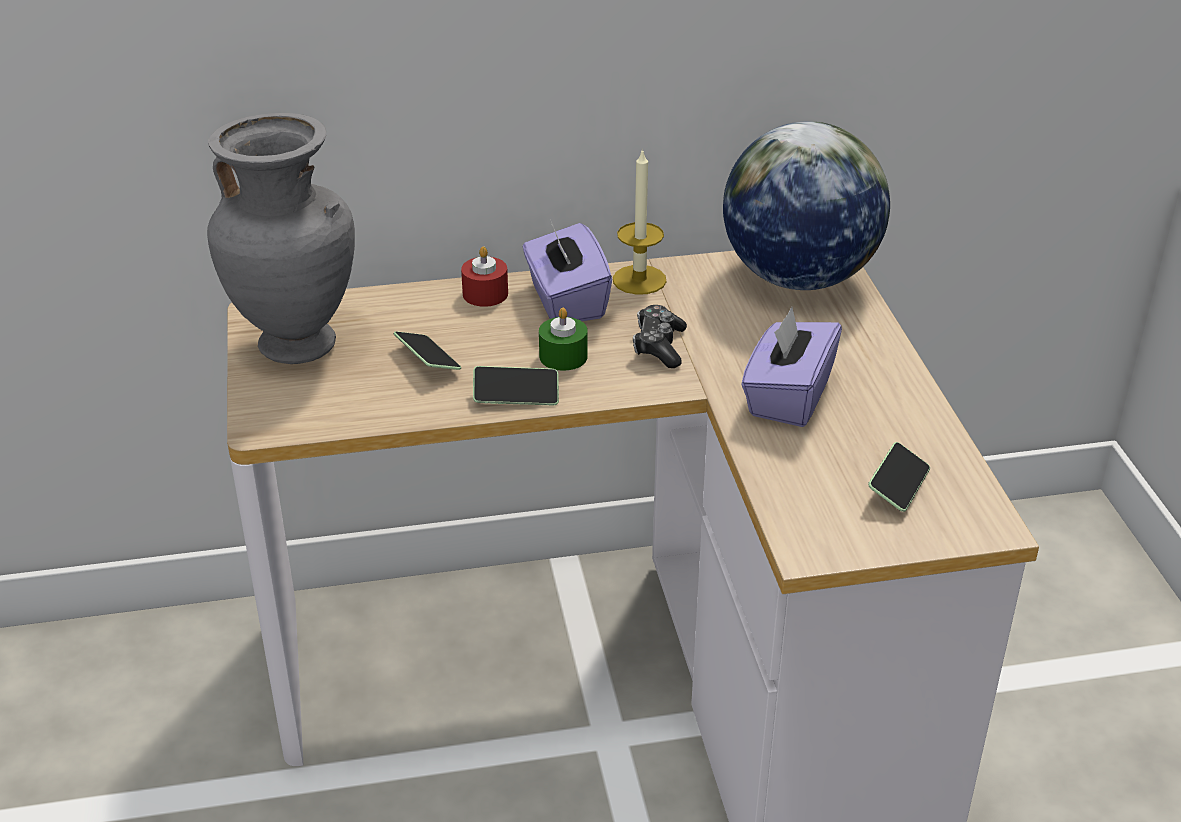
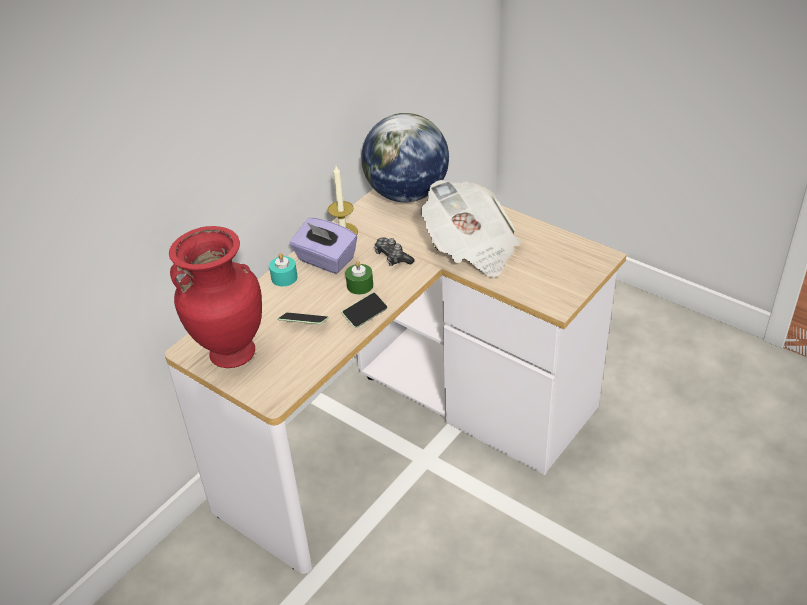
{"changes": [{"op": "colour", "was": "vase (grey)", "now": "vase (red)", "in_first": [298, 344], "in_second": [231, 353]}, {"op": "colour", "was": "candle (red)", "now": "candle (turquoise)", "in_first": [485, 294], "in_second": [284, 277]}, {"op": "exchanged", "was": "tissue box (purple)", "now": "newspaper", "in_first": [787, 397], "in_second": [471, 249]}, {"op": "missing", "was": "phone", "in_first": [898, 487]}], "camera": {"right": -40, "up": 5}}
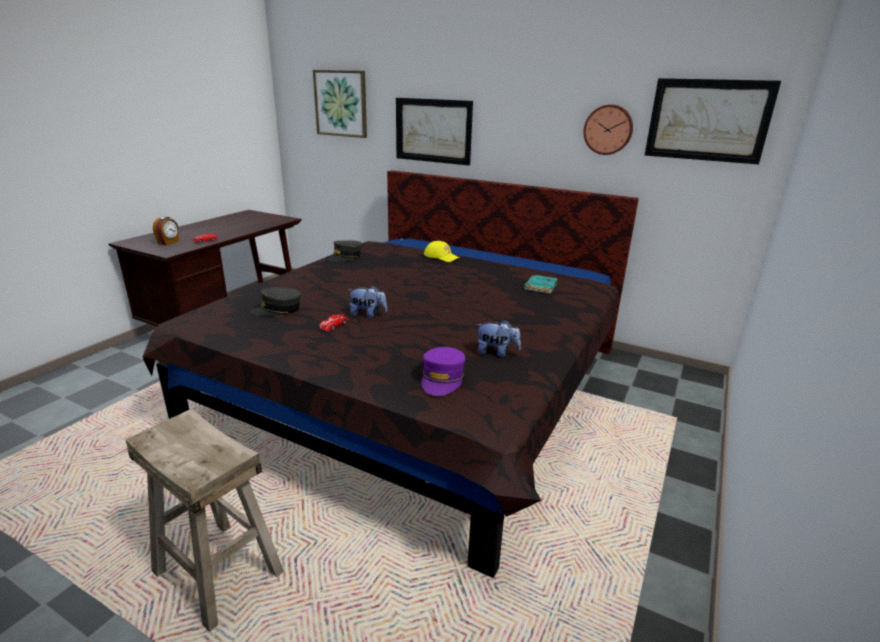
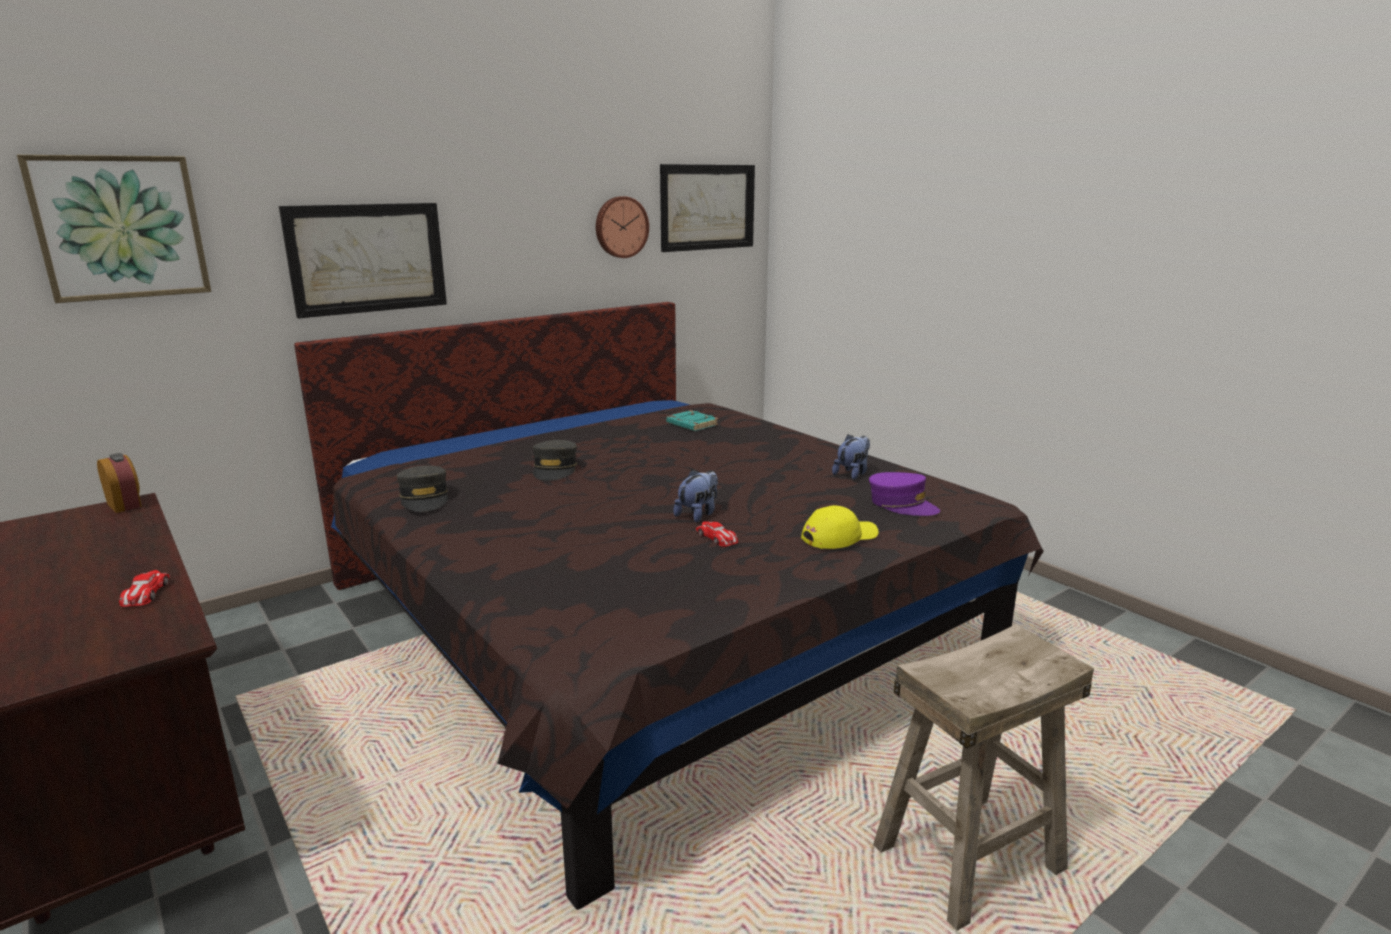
{"changes": [{"op": "relocated", "was": "alarm clock", "in_first": [168, 242], "in_second": [125, 505]}, {"op": "relocated", "was": "cap (grey)", "in_first": [278, 310], "in_second": [555, 470]}, {"op": "relocated", "was": "cap (yellow)", "in_first": [441, 256], "in_second": [839, 536]}], "camera": {"right": -65, "up": -5}}
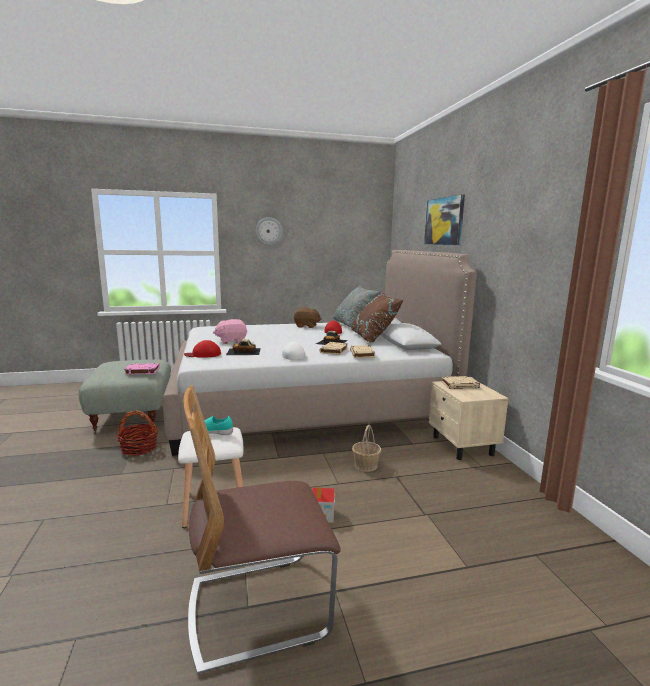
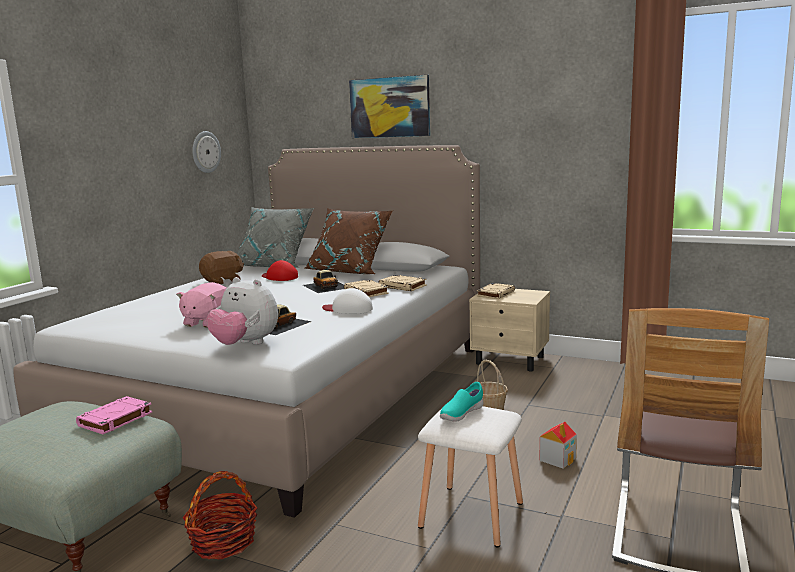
{"changes": [{"op": "relocated", "was": "wall clock", "in_first": [268, 231], "in_second": [205, 152]}, {"op": "exchanged", "was": "cap (red)", "now": "plush toy", "in_first": [203, 354], "in_second": [245, 345]}], "camera": {"right": -50, "up": 0}}
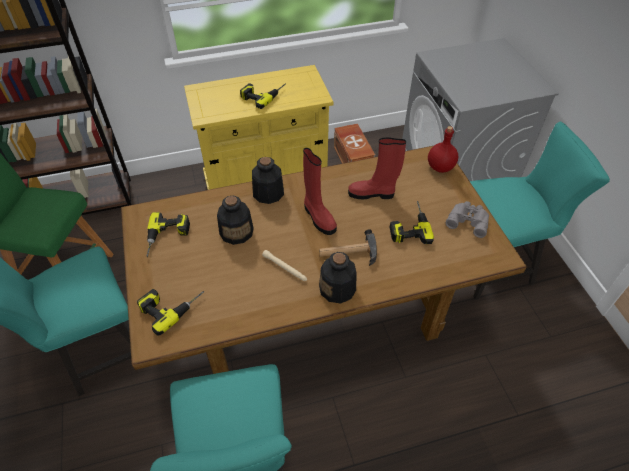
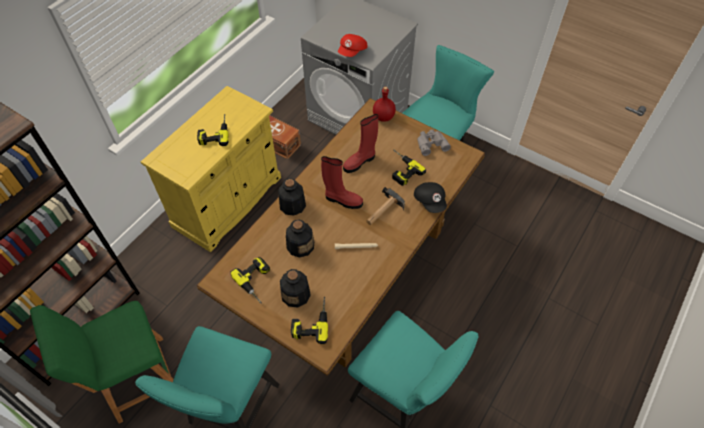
{"changes": [{"op": "relocated", "was": "bottle", "in_first": [338, 288], "in_second": [296, 294]}, {"op": "appeared", "now": "cap (red)", "in_second": [352, 52]}, {"op": "appeared", "now": "cap (black)", "in_second": [430, 201]}], "camera": {"right": -40, "up": 5}}
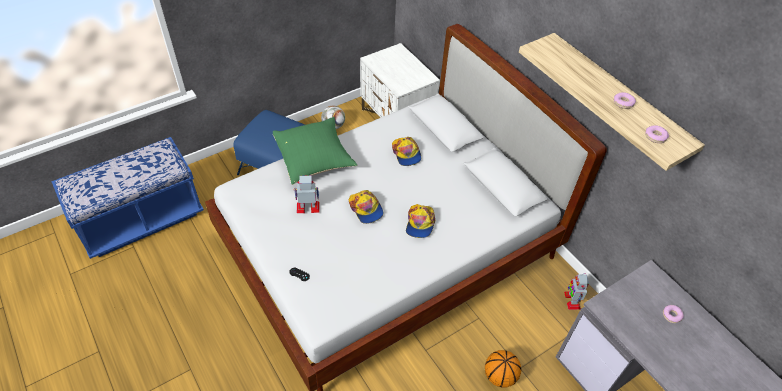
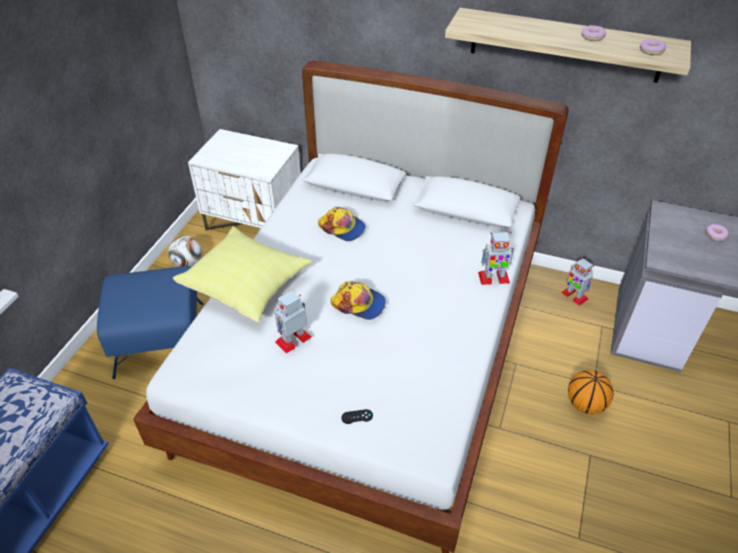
{"changes": [{"op": "colour", "was": "pillow (green)", "now": "pillow (yellow)", "in_first": [315, 160], "in_second": [247, 286]}, {"op": "appeared", "now": "toy robot", "in_second": [493, 278]}, {"op": "missing", "was": "cap", "in_first": [420, 223]}], "camera": {"right": -35, "up": -5}}
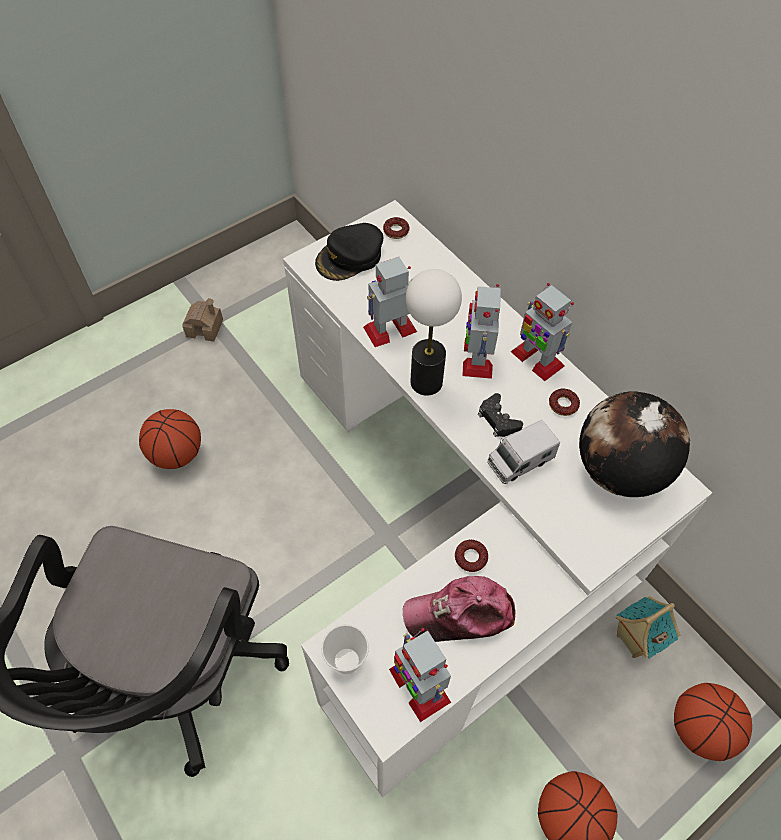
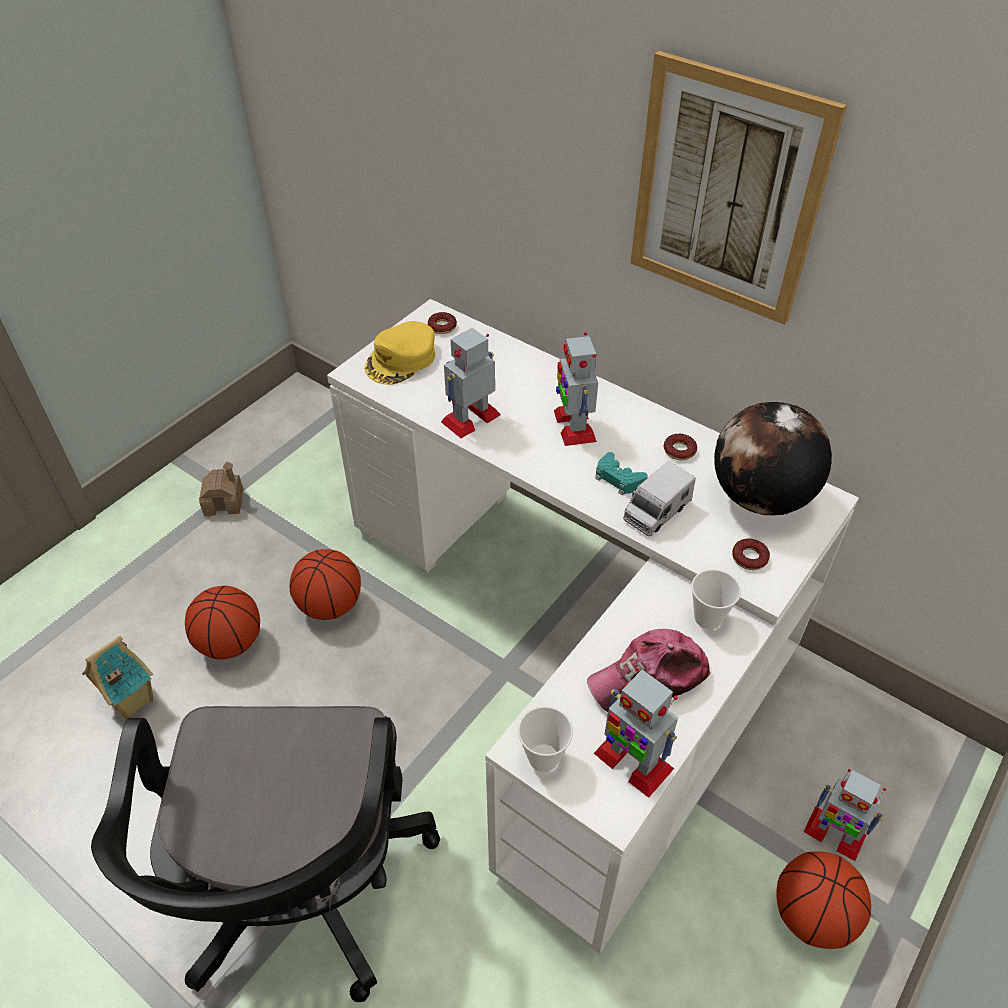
{"changes": [{"op": "relocated", "was": "toy house", "in_first": [634, 640], "in_second": [130, 700]}, {"op": "relocated", "was": "basketball", "in_first": [699, 728], "in_second": [330, 605]}, {"op": "colour", "was": "cap (black)", "now": "cap (yellow)", "in_first": [350, 257], "in_second": [401, 360]}, {"op": "colour", "was": "game controller (black)", "now": "game controller (turquoise)", "in_first": [498, 419], "in_second": [618, 478]}, {"op": "appeared", "now": "picture", "in_second": [726, 192]}, {"op": "appeared", "now": "cup", "in_second": [708, 618]}, {"op": "relocated", "was": "donut", "in_first": [471, 557], "in_second": [749, 557]}, {"op": "relocated", "was": "toy robot", "in_first": [536, 358], "in_second": [833, 833]}, {"op": "missing", "was": "table lamp", "in_first": [425, 382]}], "camera": {"right": -15, "up": -10}}
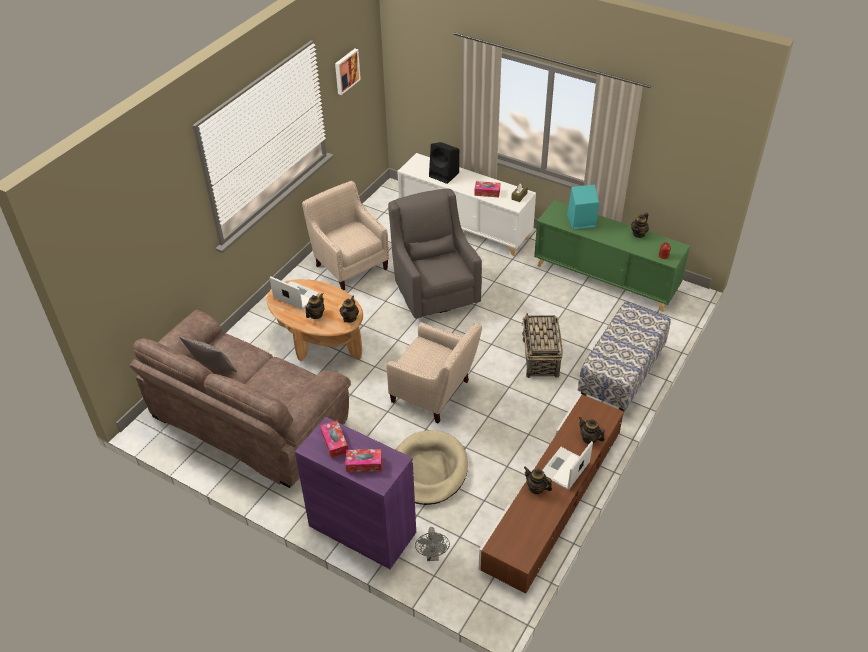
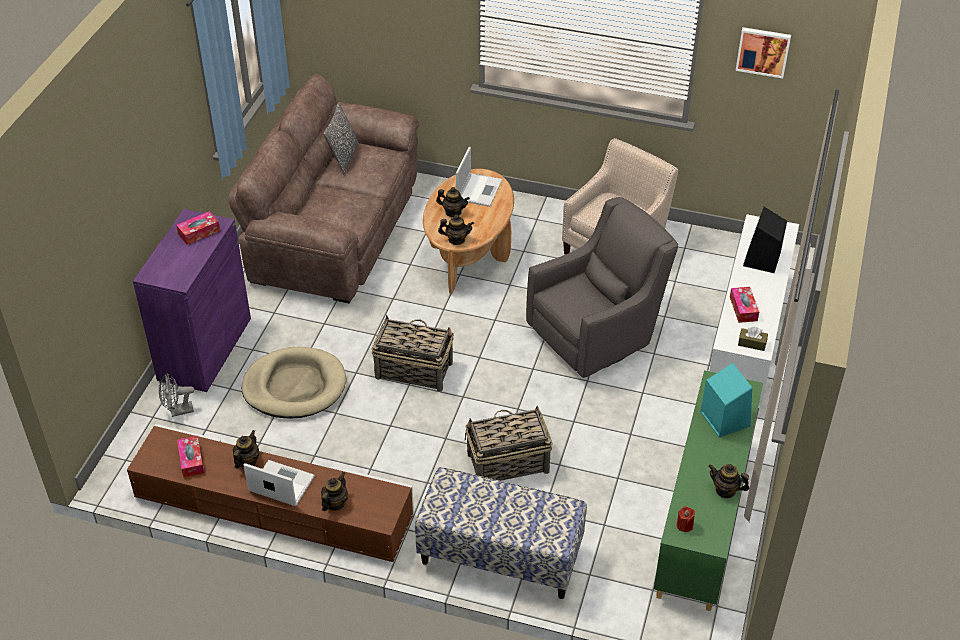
{"changes": [{"op": "relocated", "was": "tissue box", "in_first": [364, 464], "in_second": [191, 460]}, {"op": "exchanged", "was": "armchair (beige)", "now": "basket", "in_first": [434, 394], "in_second": [413, 370]}], "camera": {"right": 75, "up": 0}}
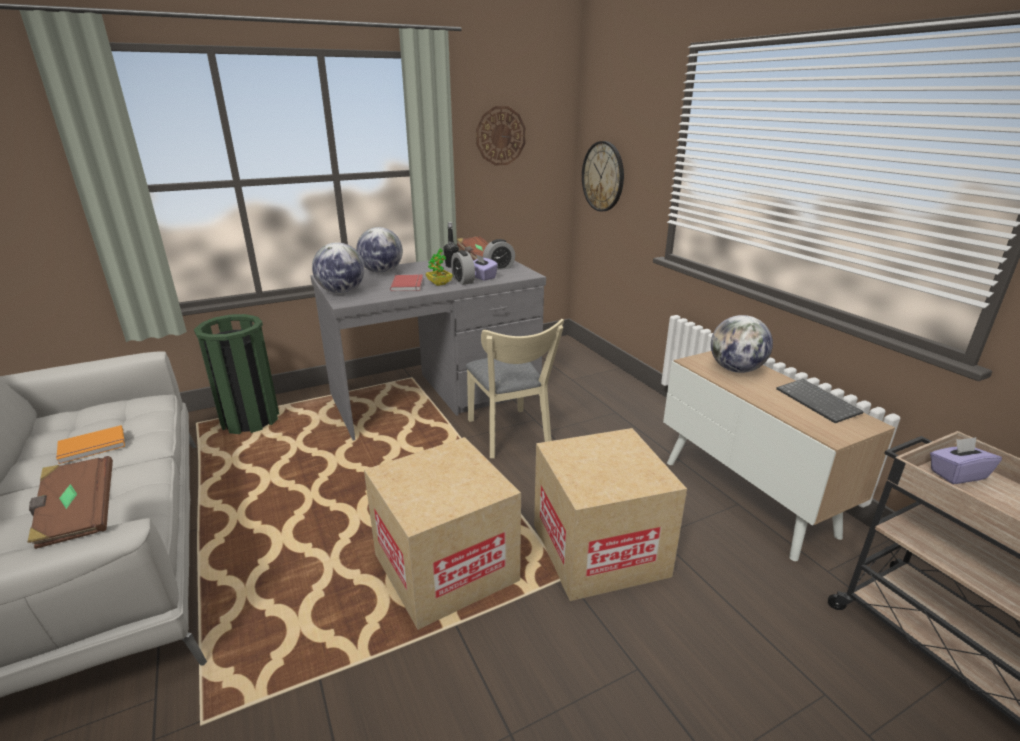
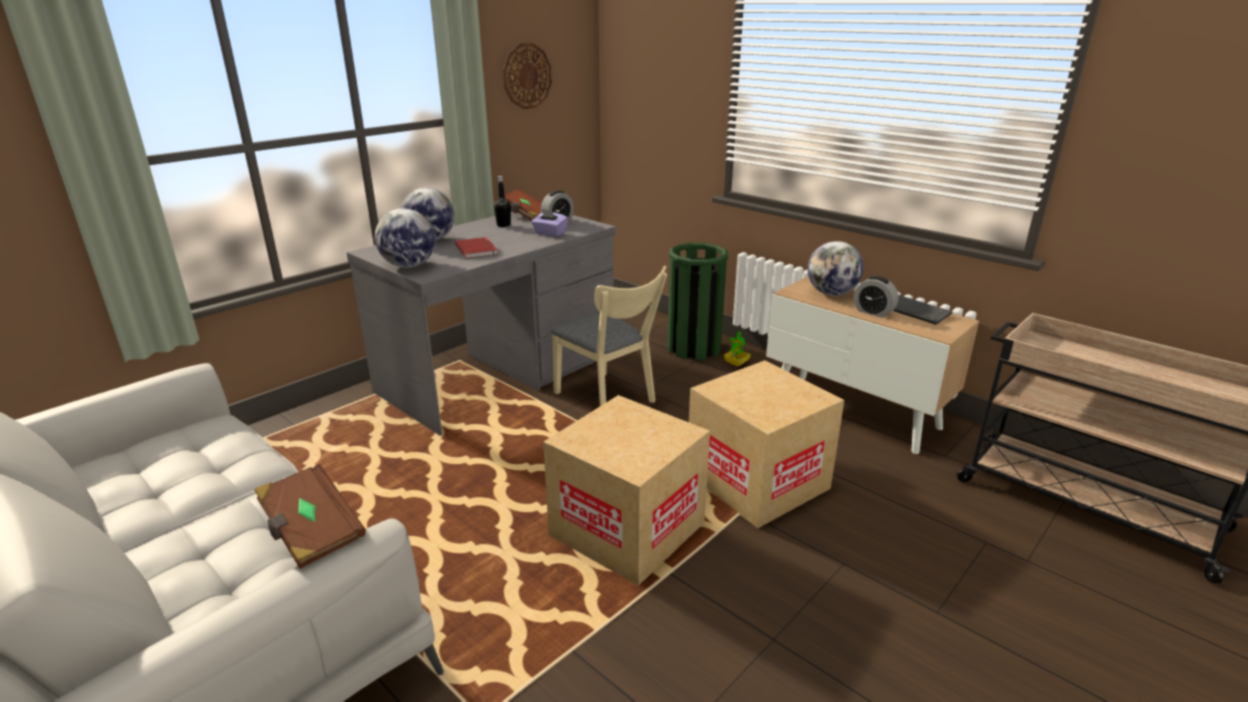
{"changes": [{"op": "relocated", "was": "trash can (green)", "in_first": [250, 420], "in_second": [694, 348]}, {"op": "relocated", "was": "potted plant", "in_first": [439, 283], "in_second": [736, 363]}, {"op": "relocated", "was": "alarm clock", "in_first": [463, 281], "in_second": [873, 312]}, {"op": "missing", "was": "book (orange)", "in_first": [92, 447]}, {"op": "missing", "was": "wall clock", "in_first": [603, 176]}, {"op": "missing", "was": "tissue box (purple)", "in_first": [957, 474]}], "camera": {"right": -20, "up": 0}}
